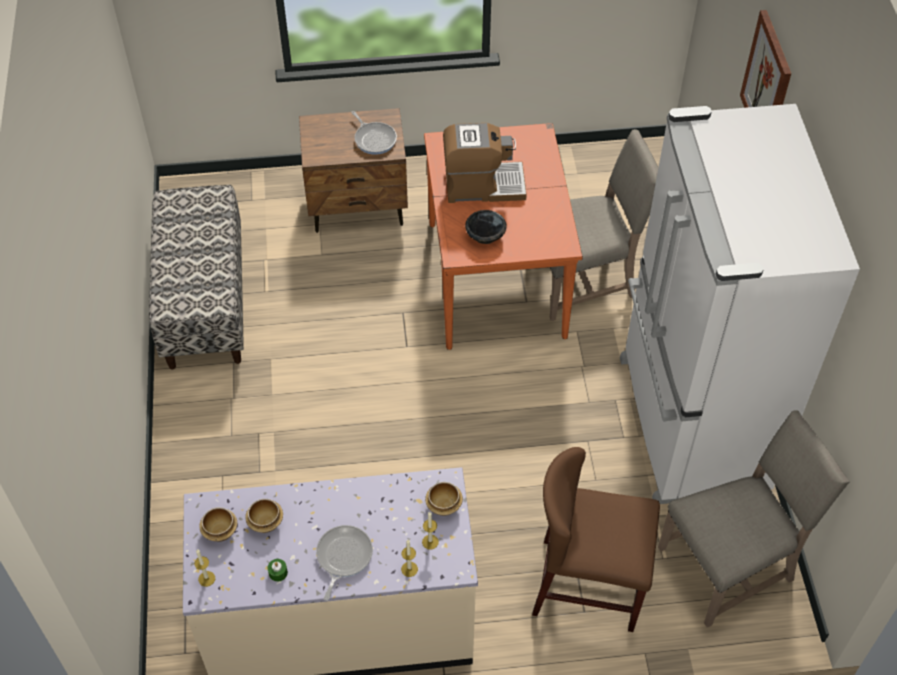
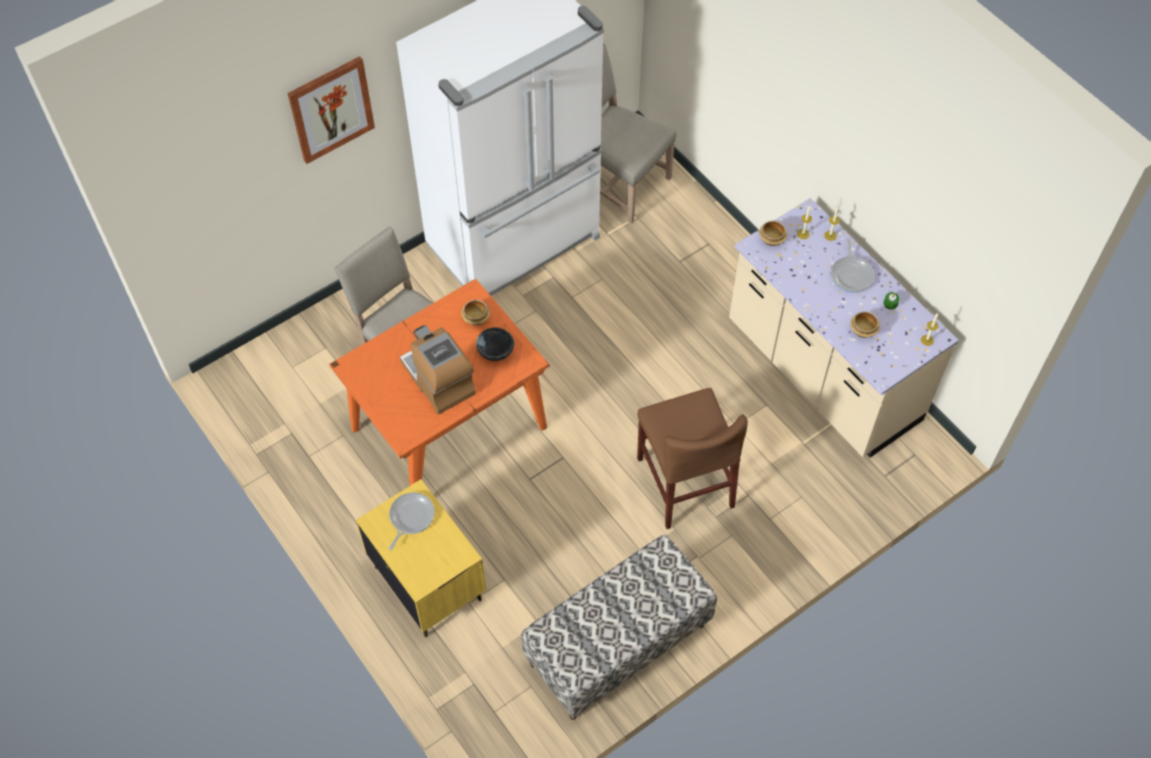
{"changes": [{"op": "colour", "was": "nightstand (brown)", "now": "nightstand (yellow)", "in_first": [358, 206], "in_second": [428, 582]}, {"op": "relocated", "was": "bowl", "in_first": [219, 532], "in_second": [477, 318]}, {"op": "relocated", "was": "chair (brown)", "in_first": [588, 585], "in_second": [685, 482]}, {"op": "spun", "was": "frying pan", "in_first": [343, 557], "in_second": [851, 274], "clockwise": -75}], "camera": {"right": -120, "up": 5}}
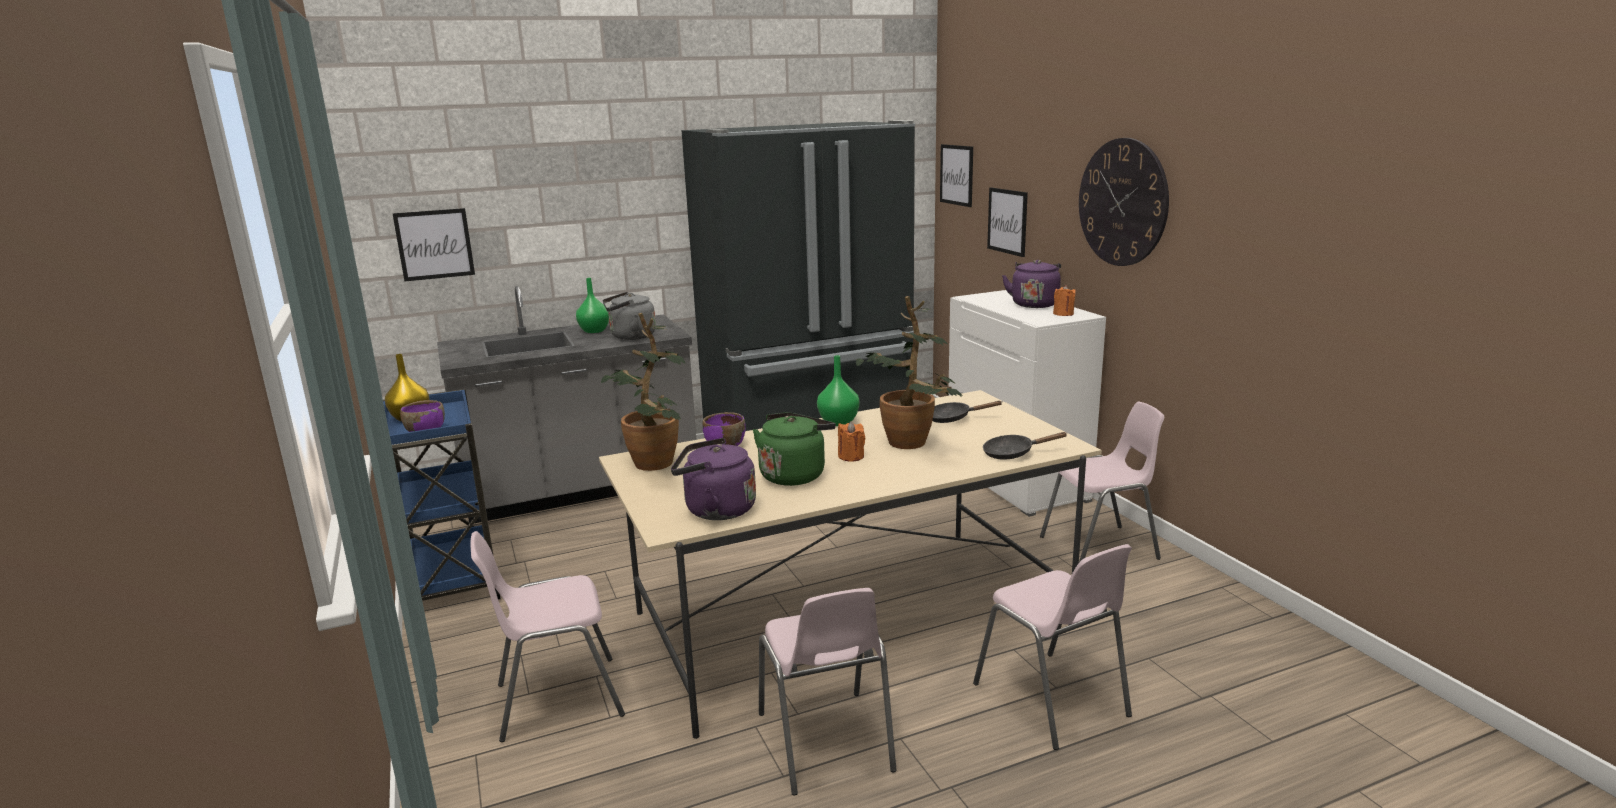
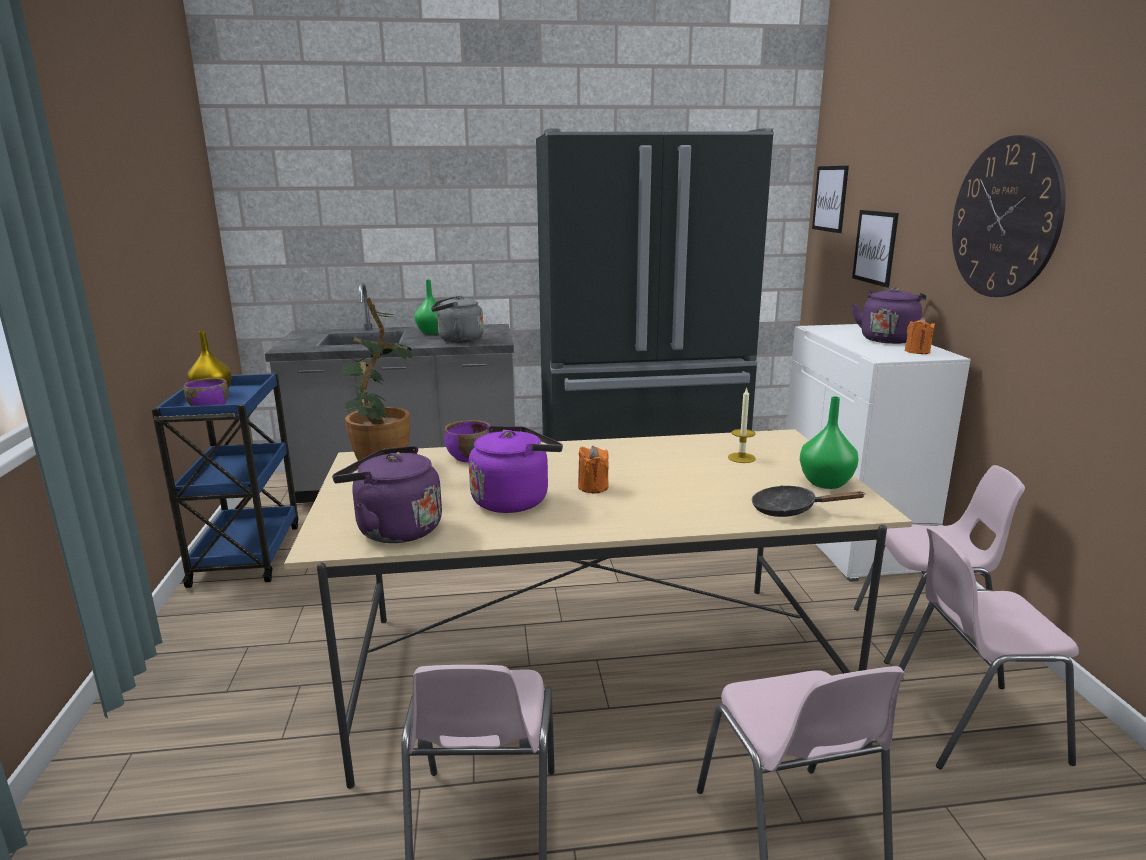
{"changes": [{"op": "colour", "was": "kettle (green)", "now": "kettle (purple)", "in_first": [794, 474], "in_second": [514, 500]}, {"op": "exchanged", "was": "frying pan (black)", "now": "candle", "in_first": [953, 418], "in_second": [741, 458]}, {"op": "relocated", "was": "vase (green)", "in_first": [837, 422], "in_second": [824, 483]}, {"op": "relocated", "was": "chair (pink)", "in_first": [557, 699], "in_second": [970, 725]}, {"op": "missing", "was": "picture", "in_first": [434, 244]}, {"op": "missing", "was": "potted plant", "in_first": [910, 446]}], "camera": {"right": 15, "up": 0}}
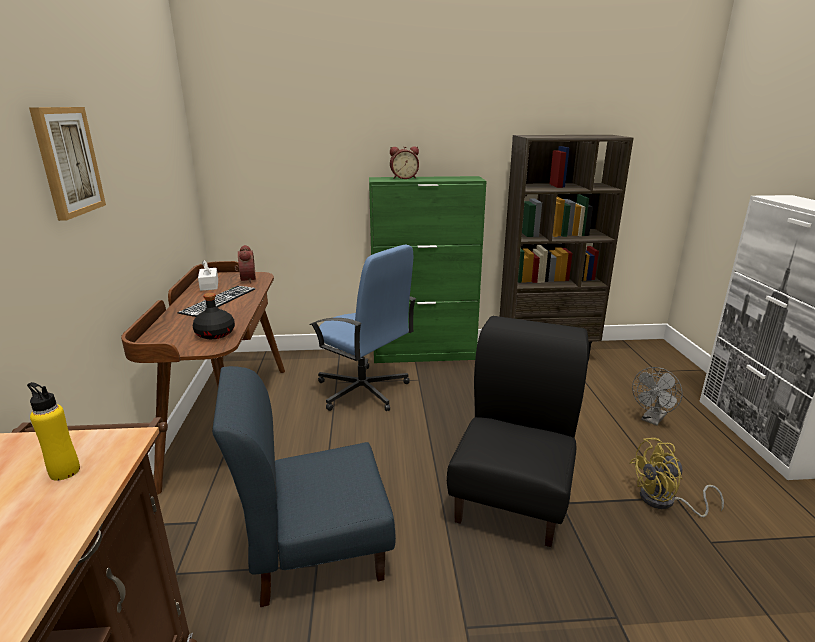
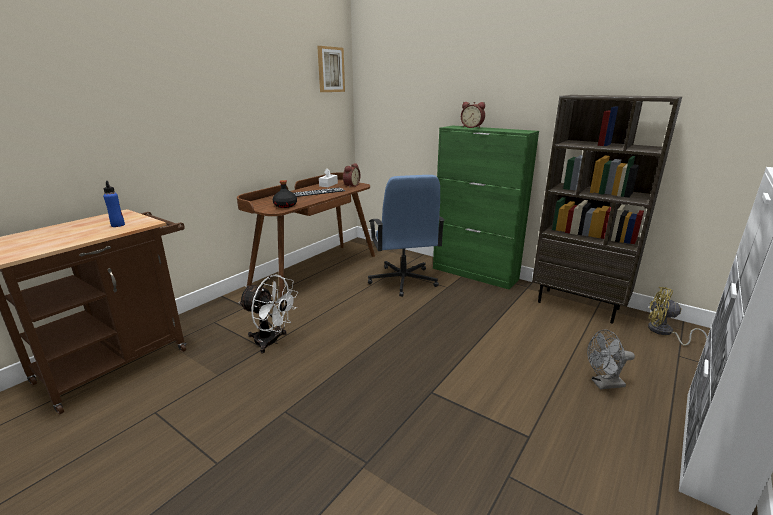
{"changes": [{"op": "colour", "was": "bottle (yellow)", "now": "bottle (blue)", "in_first": [64, 471], "in_second": [118, 225]}, {"op": "exchanged", "was": "chair (blue)", "now": "fan (white)", "in_first": [315, 550], "in_second": [271, 342]}, {"op": "relocated", "was": "picture", "in_first": [67, 161], "in_second": [330, 69]}, {"op": "relocated", "was": "fan (yellow)", "in_first": [664, 502], "in_second": [664, 332]}, {"op": "missing", "was": "chair (black)", "in_first": [512, 498]}], "camera": {"right": 40, "up": 0}}
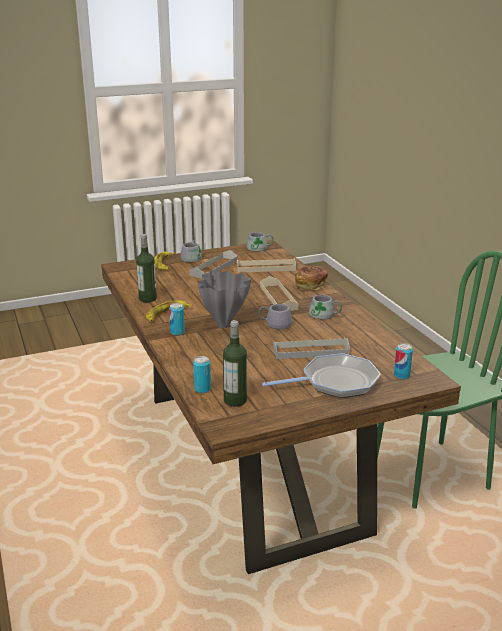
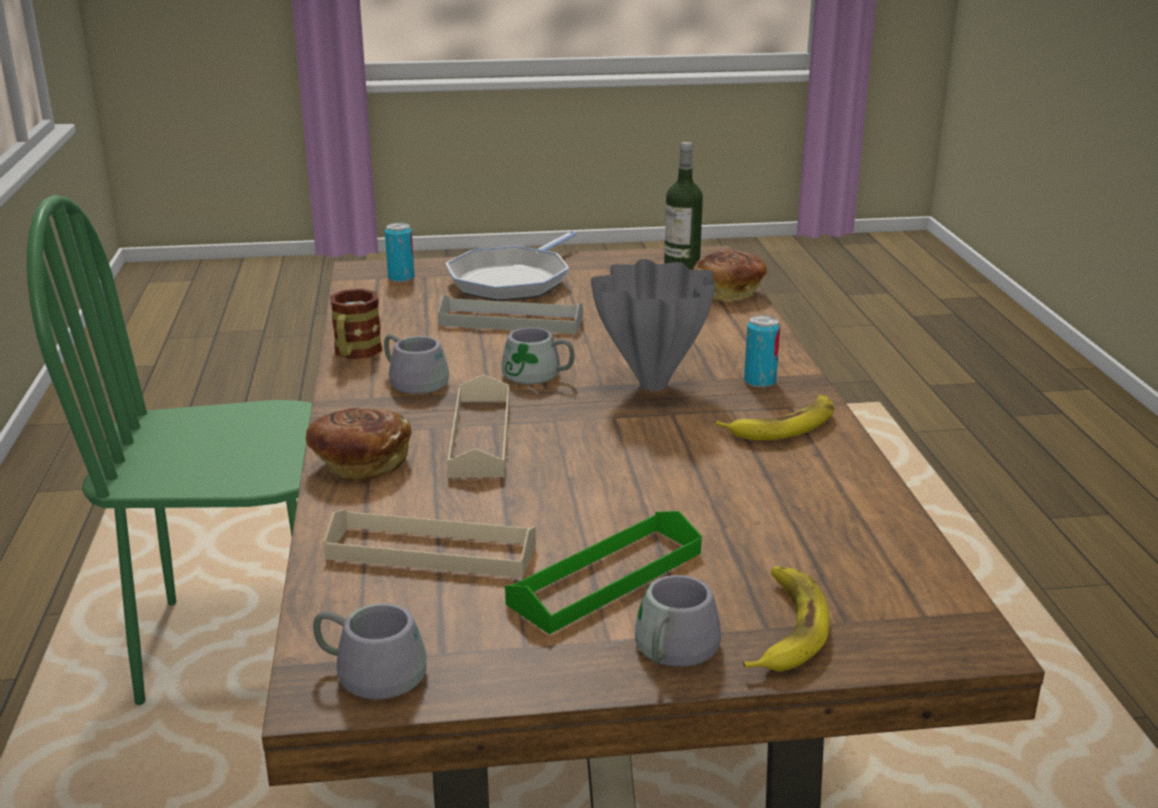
{"changes": [{"op": "appeared", "now": "mug", "in_second": [354, 353]}, {"op": "spun", "was": "frying pan", "in_first": [335, 382], "in_second": [512, 280], "clockwise": -60}, {"op": "colour", "was": "tray (grey)", "now": "tray (green)", "in_first": [214, 268], "in_second": [606, 578]}, {"op": "exchanged", "was": "can", "now": "bread", "in_first": [202, 389], "in_second": [728, 293]}, {"op": "missing", "was": "bottle", "in_first": [147, 299]}], "camera": {"right": -165, "up": 0}}
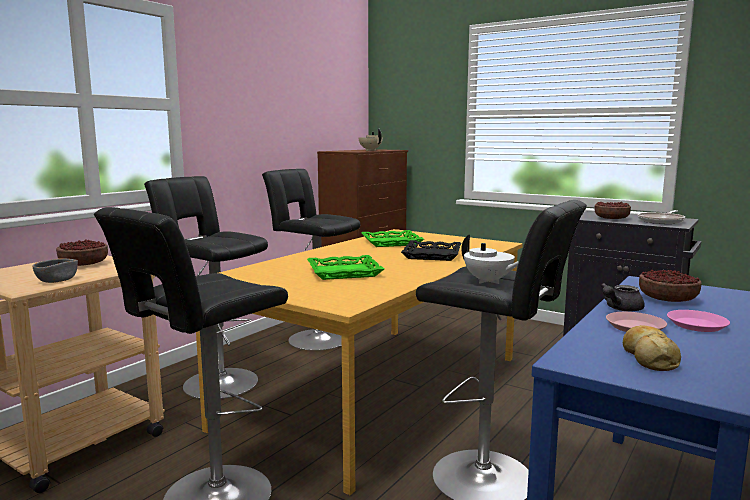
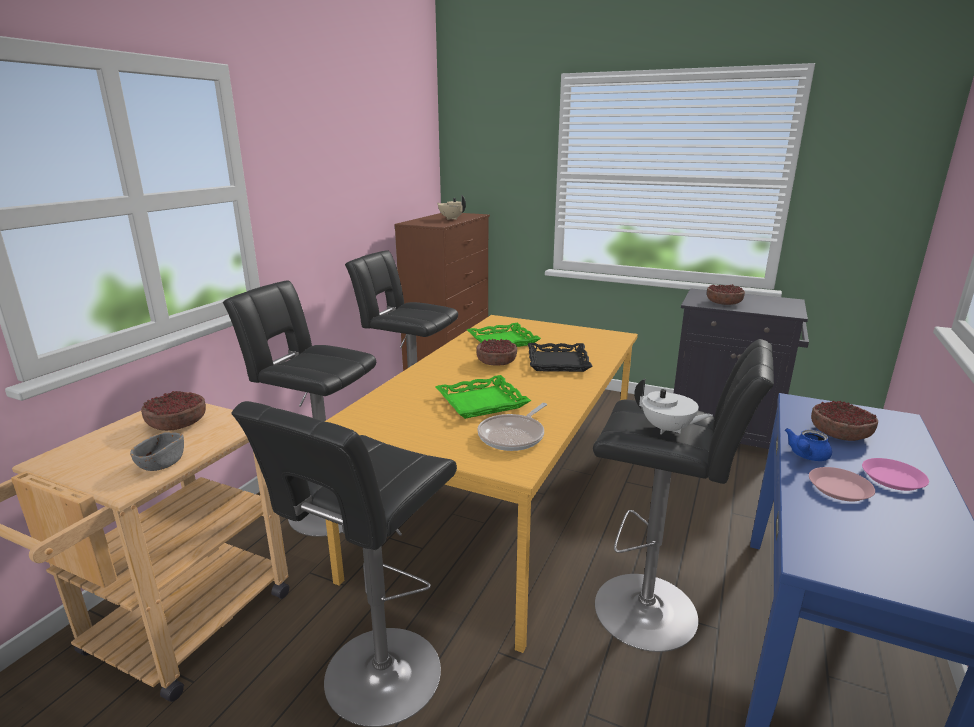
{"changes": [{"op": "appeared", "now": "bowl", "in_second": [497, 362]}, {"op": "relocated", "was": "frying pan", "in_first": [661, 221], "in_second": [513, 436]}, {"op": "colour", "was": "teapot (grey)", "now": "teapot (blue)", "in_first": [620, 309], "in_second": [806, 456]}, {"op": "missing", "was": "bread", "in_first": [649, 358]}], "camera": {"right": -10, "up": 10}}
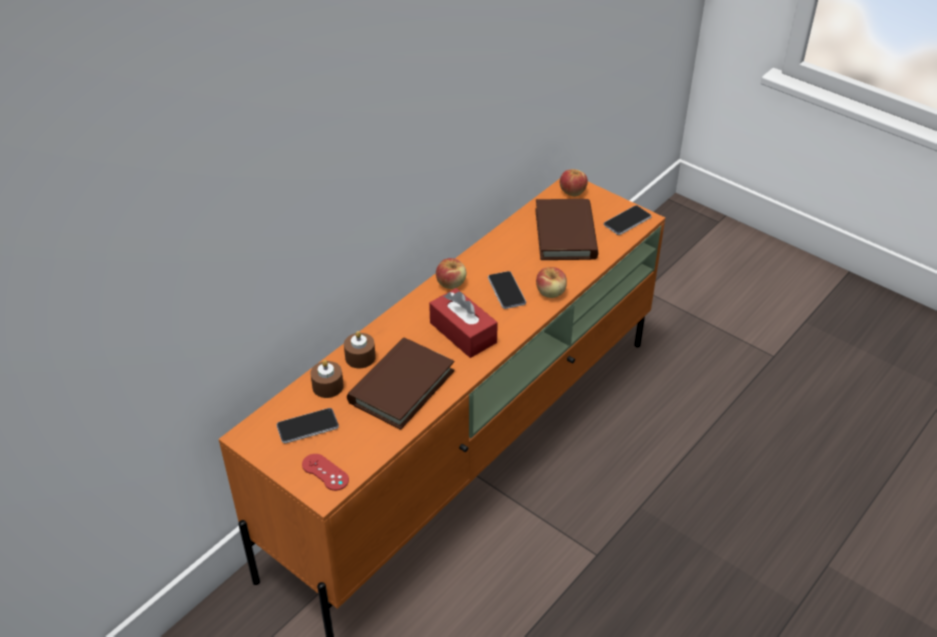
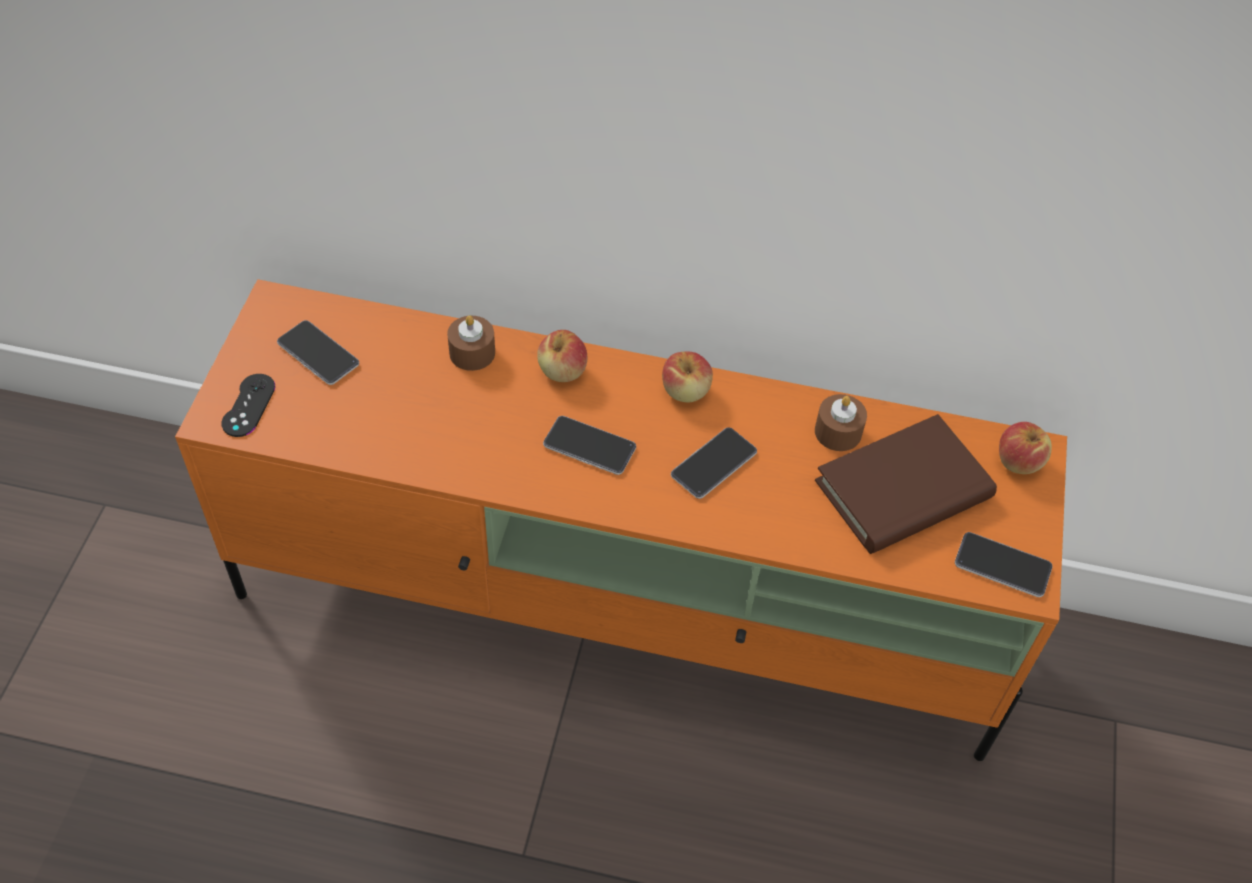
{"changes": [{"op": "colour", "was": "game controller (red)", "now": "game controller (black)", "in_first": [325, 472], "in_second": [248, 405]}, {"op": "relocated", "was": "apple", "in_first": [551, 292], "in_second": [562, 371]}, {"op": "exchanged", "was": "tissue box (red)", "now": "phone", "in_first": [463, 332], "in_second": [589, 446]}, {"op": "relocated", "was": "candle (brown)", "in_first": [328, 386], "in_second": [838, 432]}, {"op": "missing", "was": "book (brown)", "in_first": [401, 386]}], "camera": {"right": 60, "up": 10}}
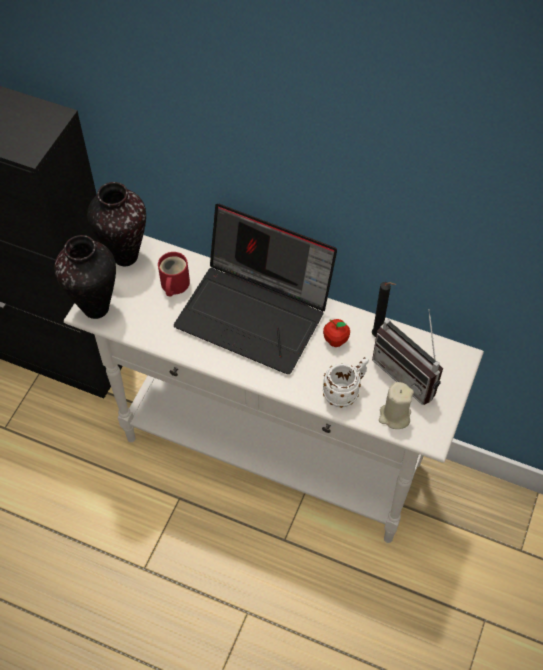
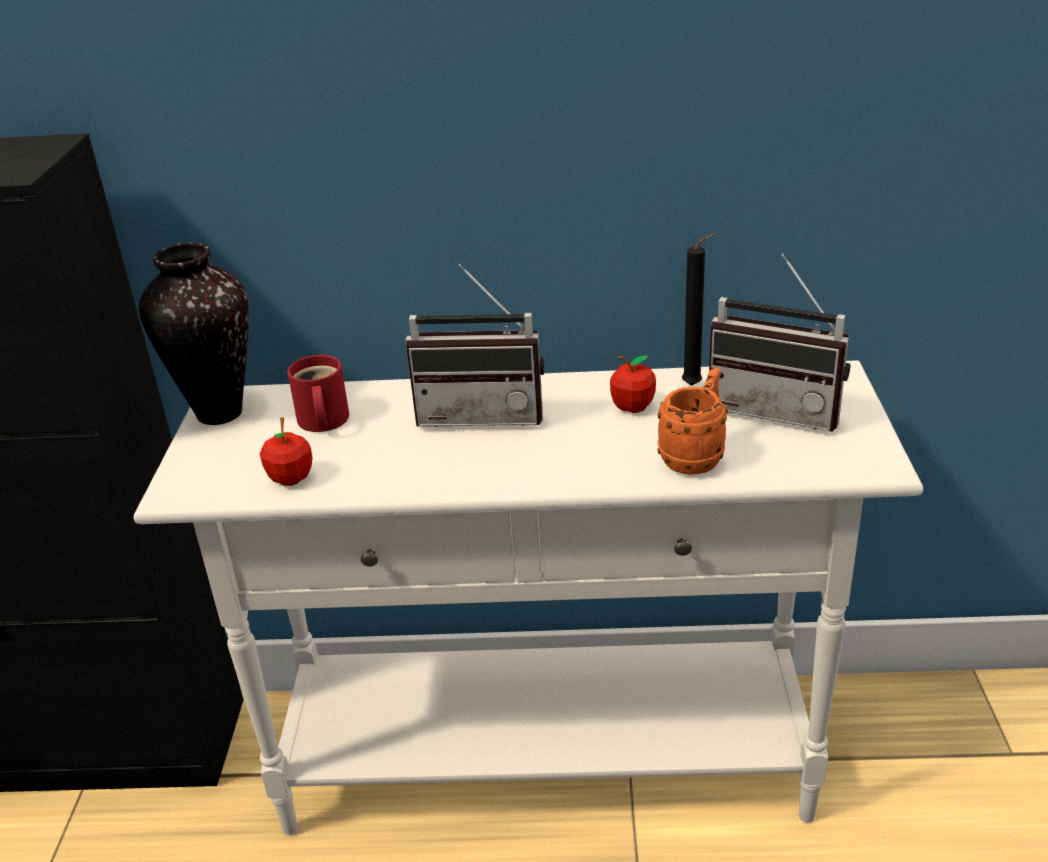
{"changes": [{"op": "appeared", "now": "apple", "in_second": [291, 479]}, {"op": "exchanged", "was": "laptop", "now": "radio", "in_first": [256, 312], "in_second": [482, 413]}, {"op": "colour", "was": "mug (white)", "now": "mug (orange)", "in_first": [345, 392], "in_second": [695, 456]}, {"op": "missing", "was": "vase", "in_first": [96, 309]}, {"op": "missing", "was": "candle (beige)", "in_first": [394, 416]}], "camera": {"right": -20, "up": -25}}
